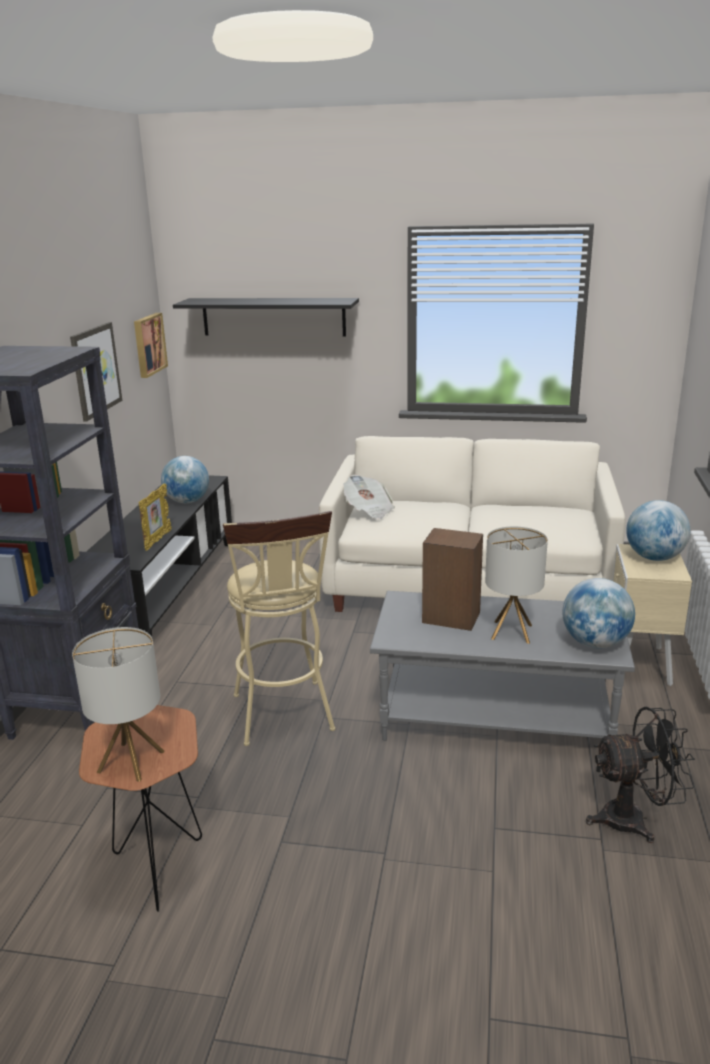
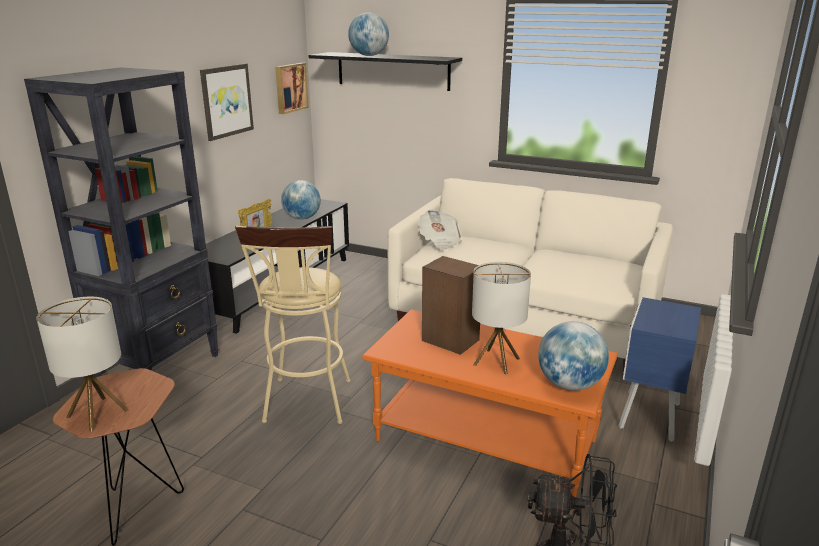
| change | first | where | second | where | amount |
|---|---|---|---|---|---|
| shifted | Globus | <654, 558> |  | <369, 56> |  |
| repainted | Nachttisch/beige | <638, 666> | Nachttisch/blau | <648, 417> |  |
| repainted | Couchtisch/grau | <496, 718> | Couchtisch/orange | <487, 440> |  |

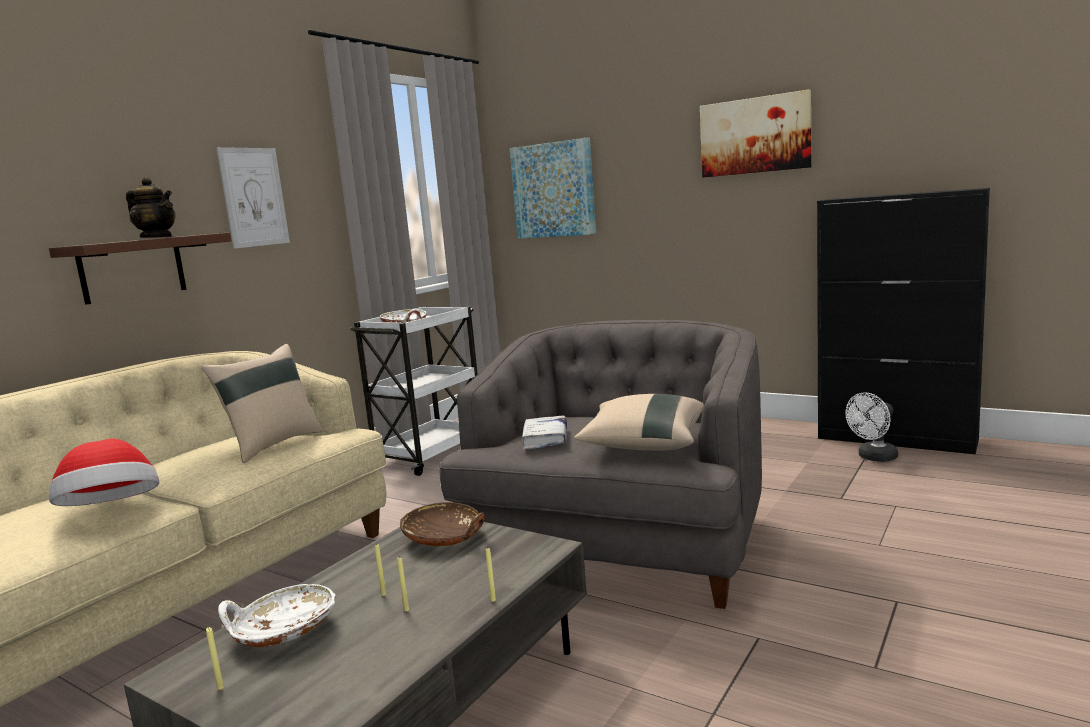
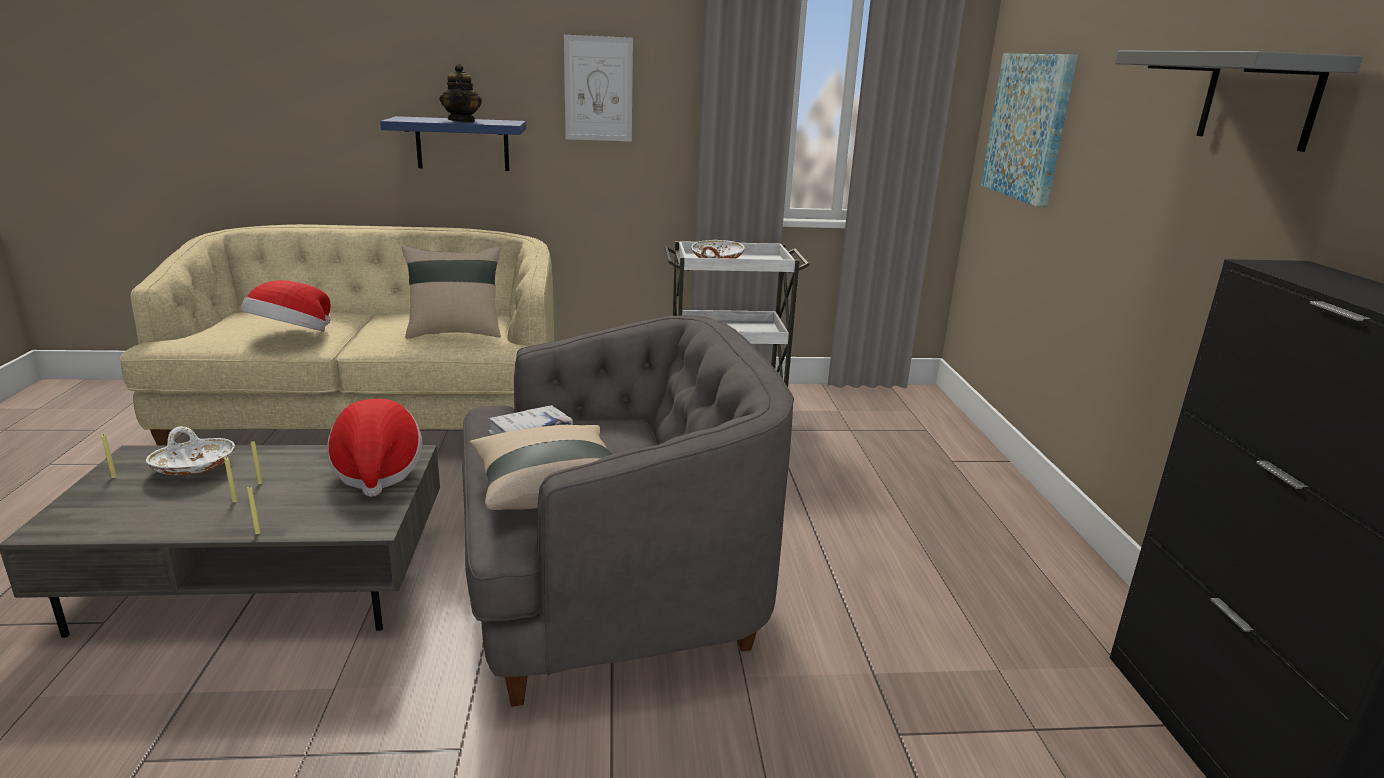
| change | first | where | second | where | amount |
|---|---|---|---|---|---|
| swapped | Bild | <755, 135> | Wandregal/grau | <1259, 99> |  |
| repainted | Wandregal/braun | <132, 269> | Wandregal/blau | <462, 144> |  |
| gone | Ventilator/weiß | <874, 458> |  |  |  |
| swapped | Schüssel/braun | <445, 537> | Hut | <377, 471> |  |

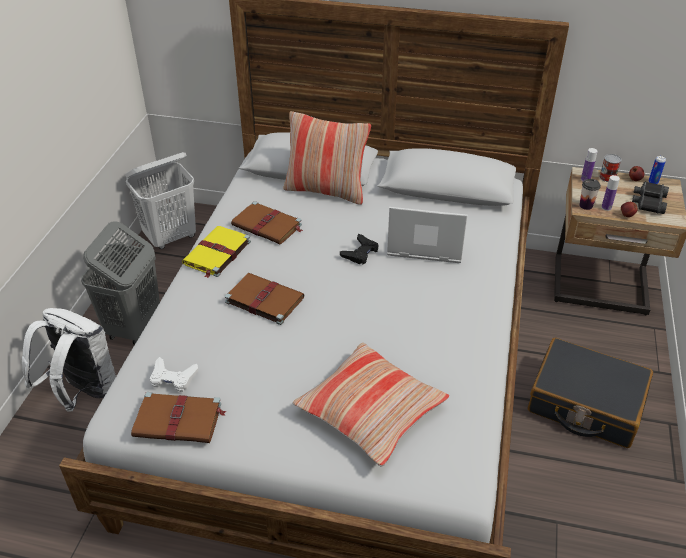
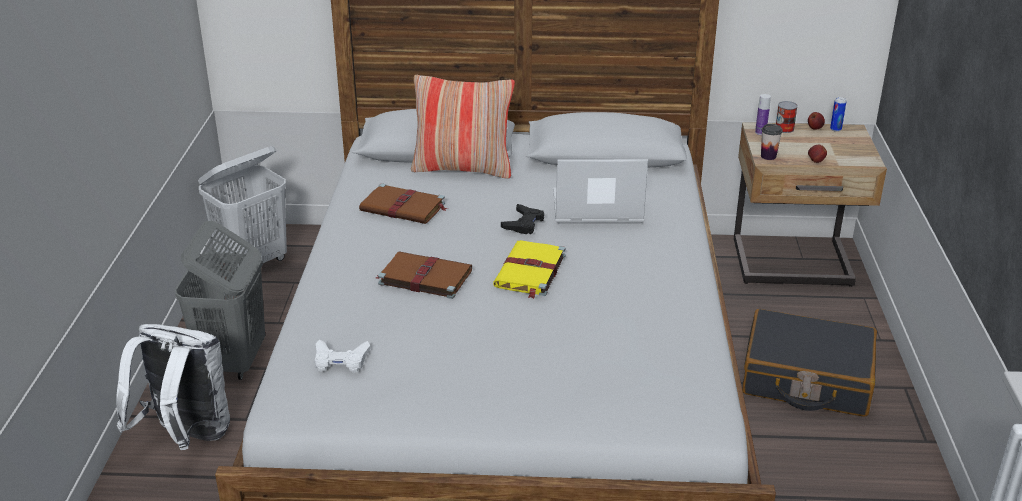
| change | first | where | second | where | amount |
|---|---|---|---|---|---|
| gone | Flasche | <606, 207> |  |  |  |
| gone | Fernglas/schwarz | <648, 202> |  |  |  |
| shifted | Buch/gelb | <216, 253> |  | <530, 272> |  |
| gone | Kissen | <370, 411> |  |  |  |
| gone | Buch/braun | <179, 420> |  |  |  |

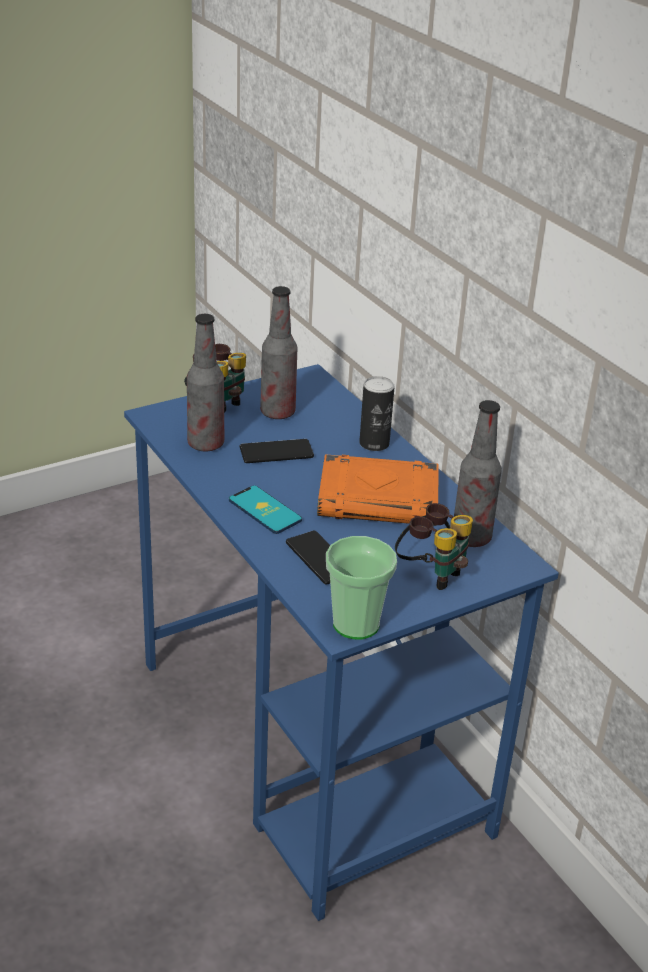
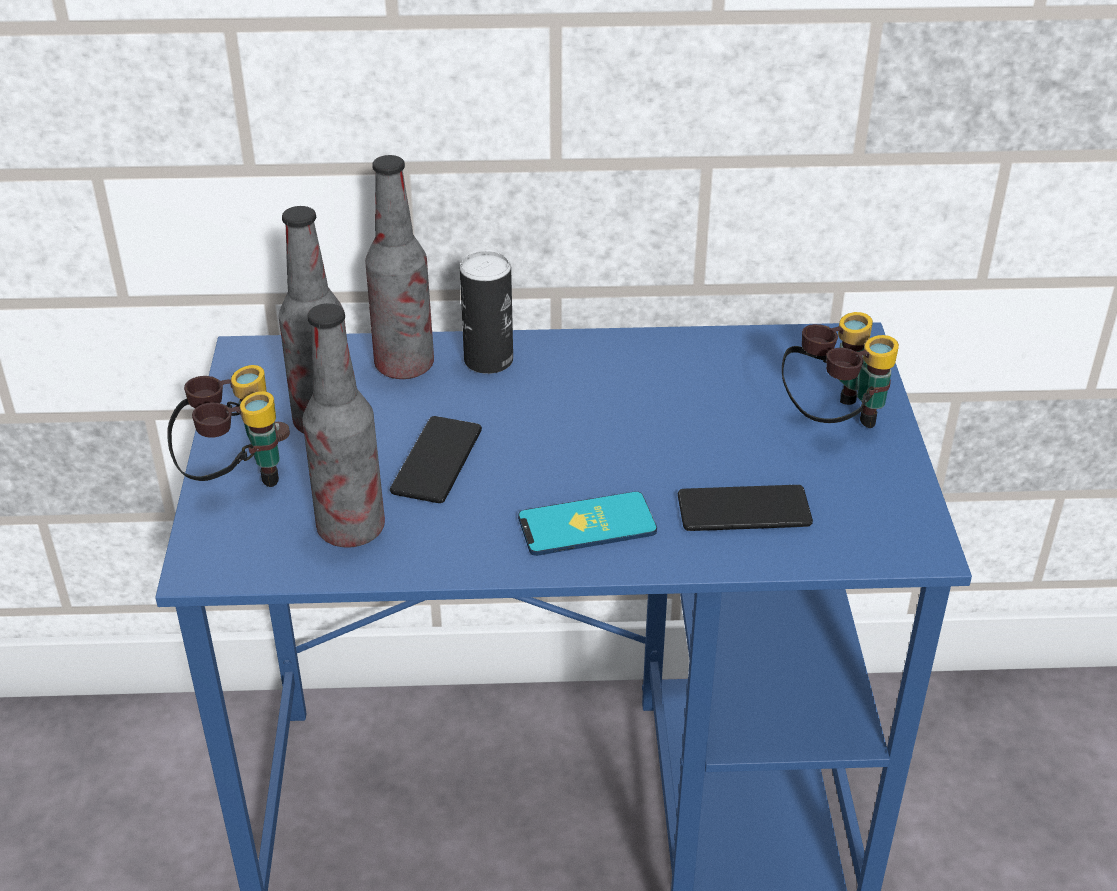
| change | first | where | second | where | amount |
|---|---|---|---|---|---|
| shifted | Flasche | <471, 538> |  | <404, 366> |  |
| gone | Buch/orange | <379, 499> |  |  |  |
| gone | Tasse | <356, 624> |  |  |  |

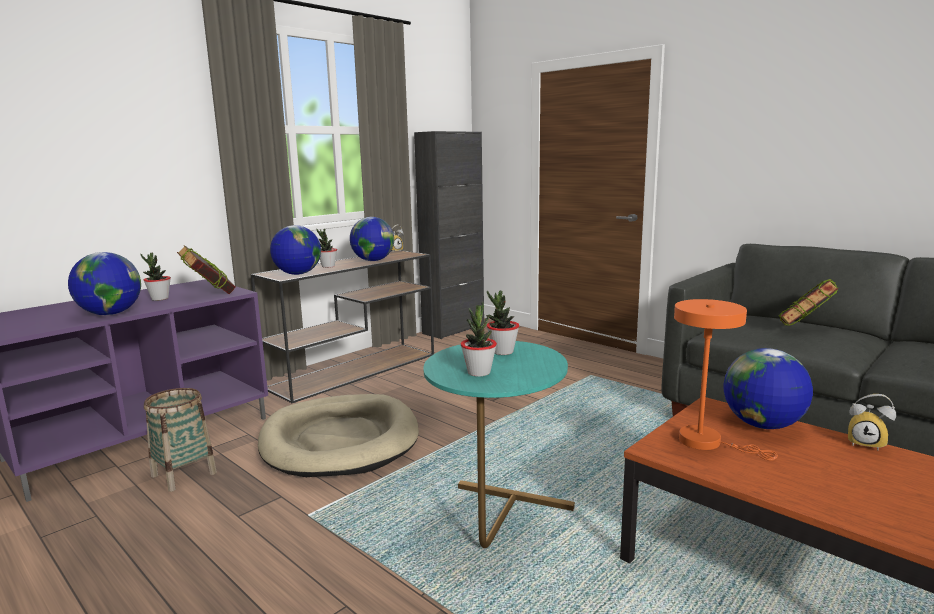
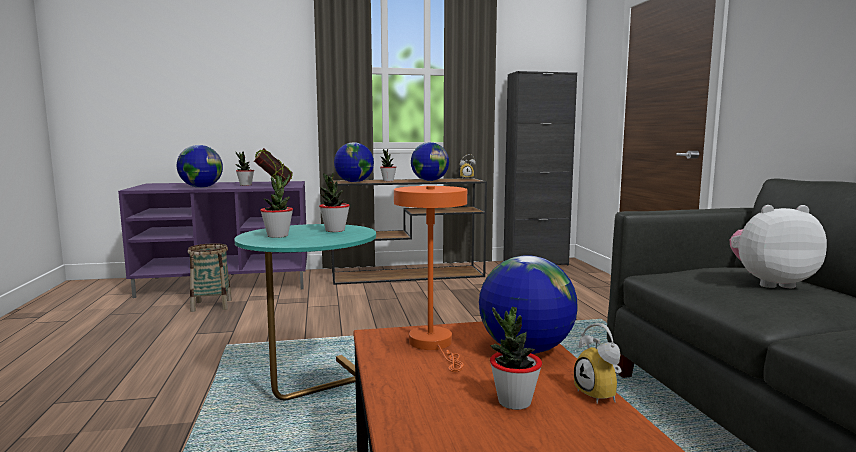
| change | first | where | second | where | amount |
|---|---|---|---|---|---|
| swapped | Buch | <804, 329> | Plüschtier | <770, 283> |  |
| gone | Hundebett/beige | <340, 440> |  |  |  |
| new |  |  | Topfpflanze | <514, 402> |  |

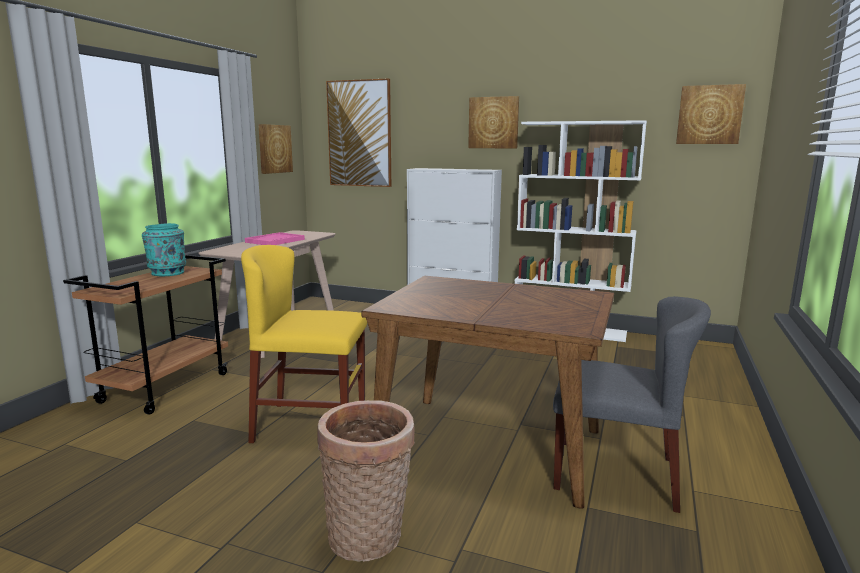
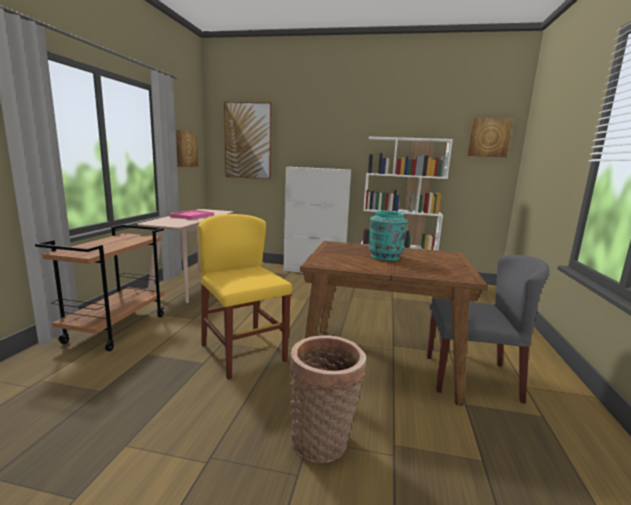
| change | first | where | second | where | amount |
|---|---|---|---|---|---|
| gone | Bild | <493, 123> |  |  |  |
| shifted | Vase/türkis | <167, 273> |  | <385, 257> |  |
| rotated | Stuhl/gelb | <311, 424> |  | <243, 353> | 60 degrees clockwise |

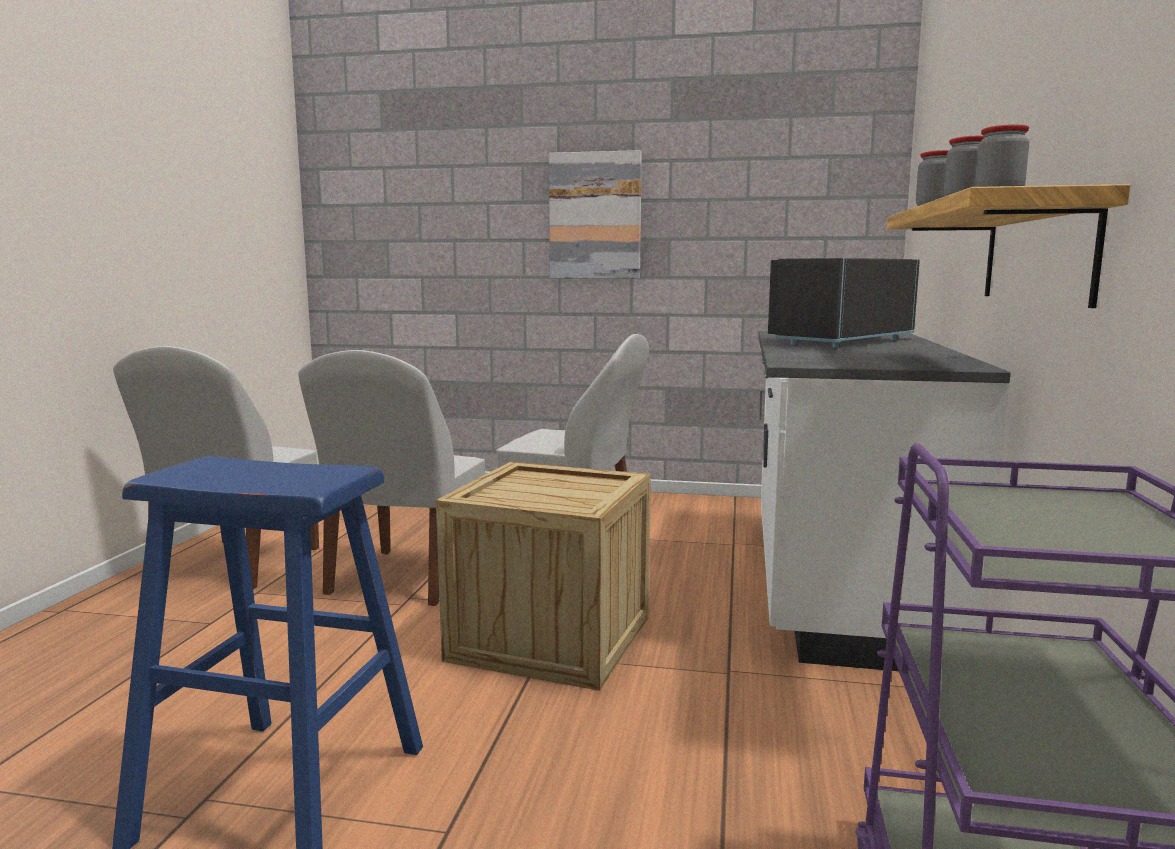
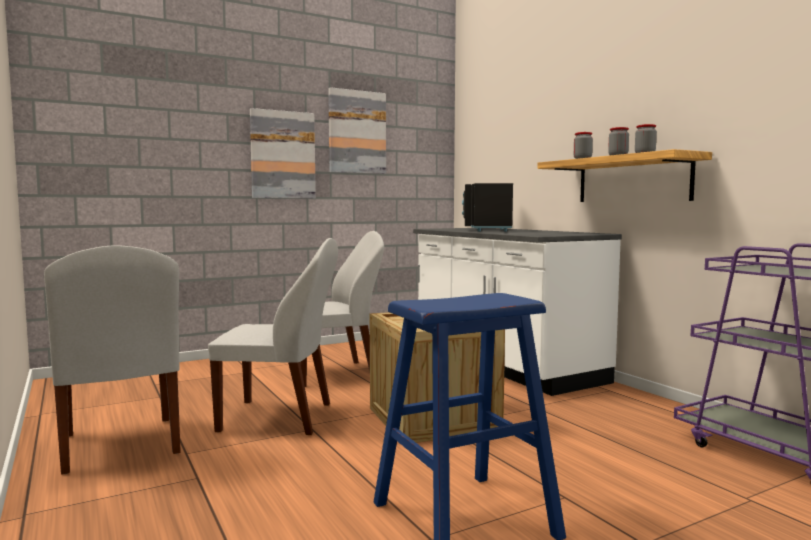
| change | first | where | second | where | amount |
|---|---|---|---|---|---|
| rotated | Stuhl/weiß | <404, 579> |  | <280, 418> | 60 degrees counterclockwise |
| new |  |  | Bild | <357, 132> |  |

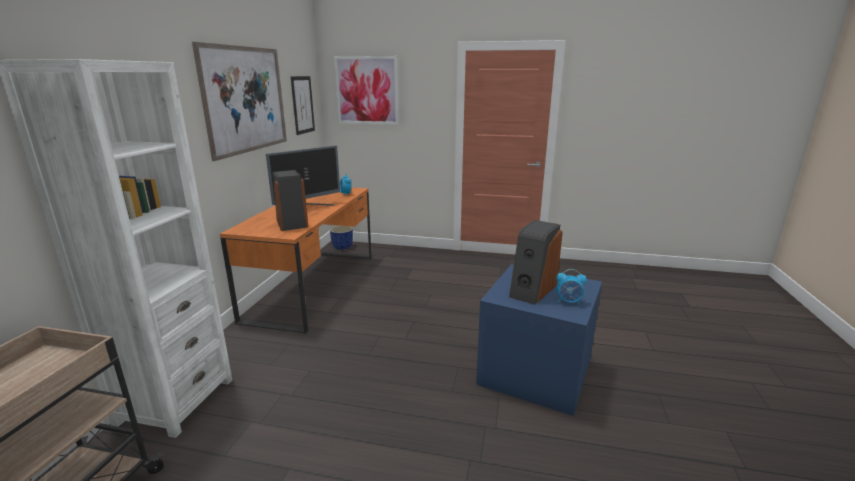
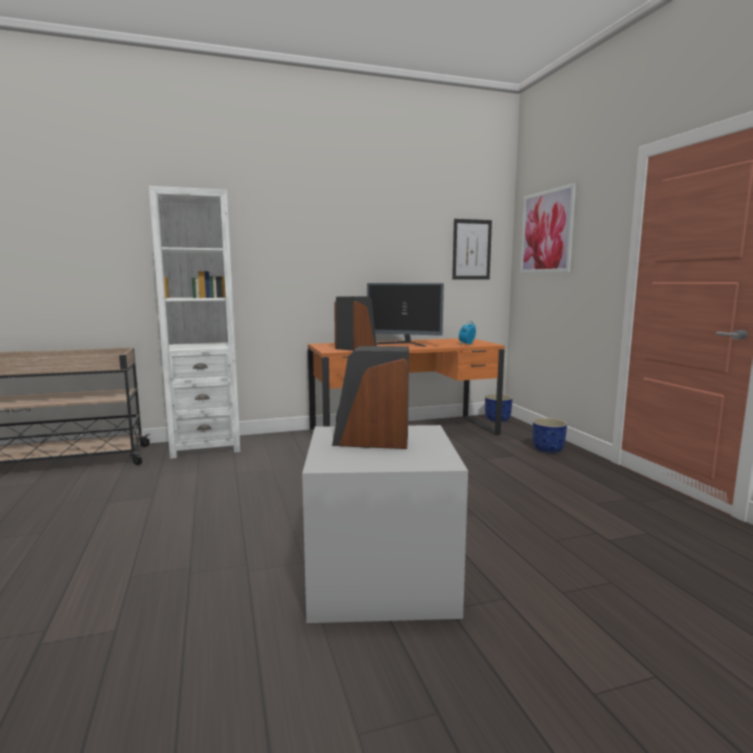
| change | first | where | second | where | amount |
|---|---|---|---|---|---|
| gone | Bild | <246, 100> |  |  |  |
| repainted | Aufbewahrungsbox/blau | <537, 371> | Aufbewahrungsbox/grau | <383, 577> |  |
| gone | Wecker | <568, 302> |  |  |  |
| new |  |  | Pflanzkübel/blau | <548, 449> |  |

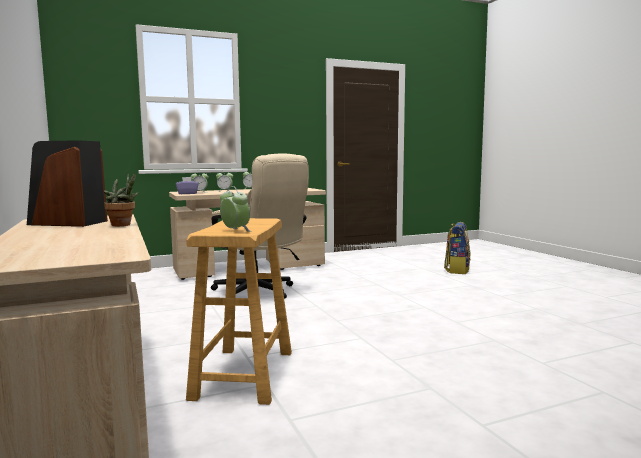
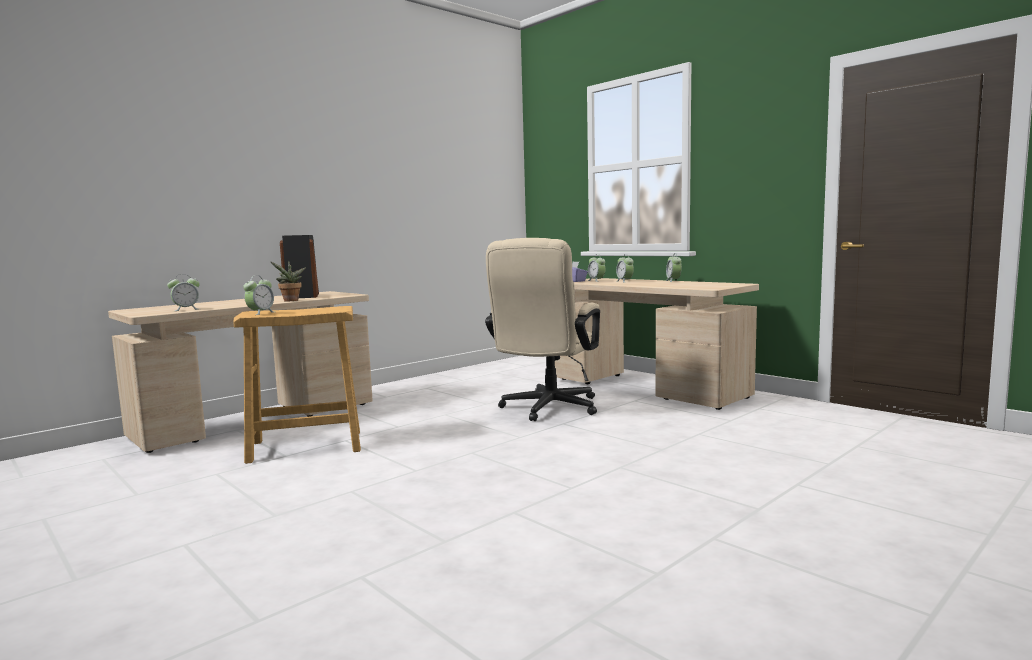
| change | first | where | second | where | amount |
|---|---|---|---|---|---|
| gone | Rucksack | <457, 270> |  |  |  |
| new |  |  | Wecker | <186, 309> |  |

